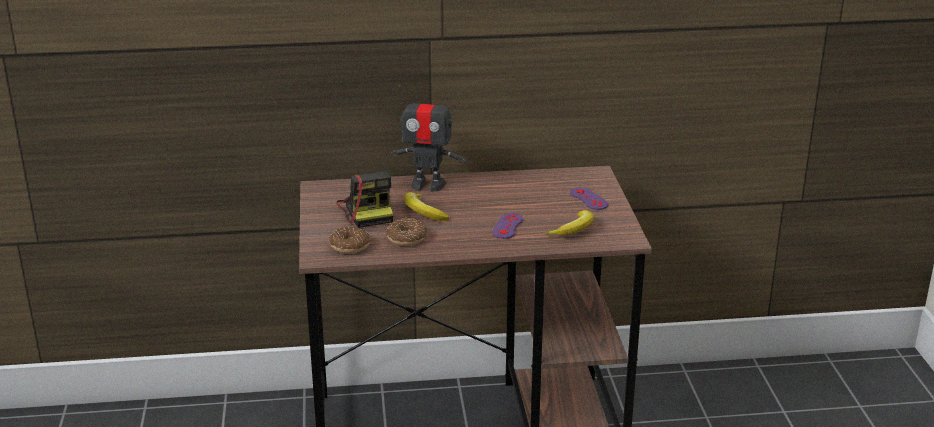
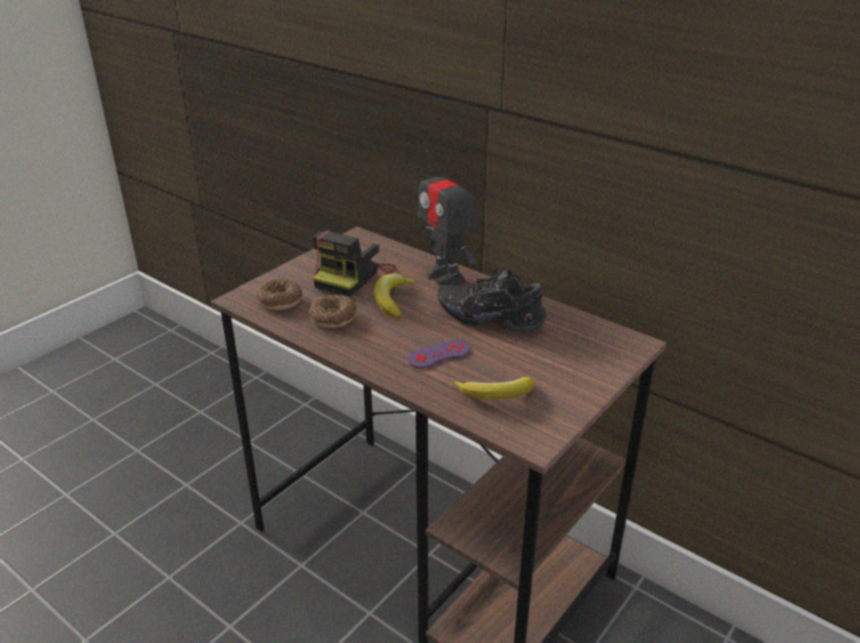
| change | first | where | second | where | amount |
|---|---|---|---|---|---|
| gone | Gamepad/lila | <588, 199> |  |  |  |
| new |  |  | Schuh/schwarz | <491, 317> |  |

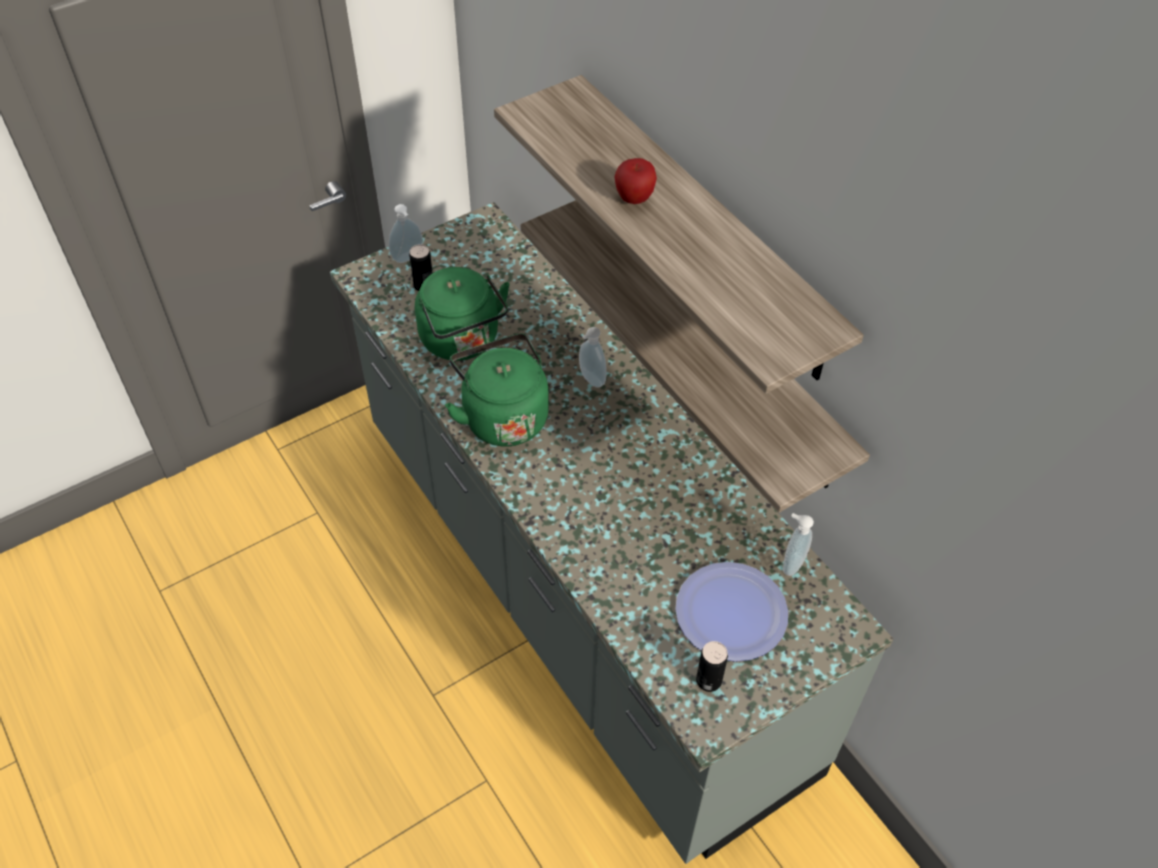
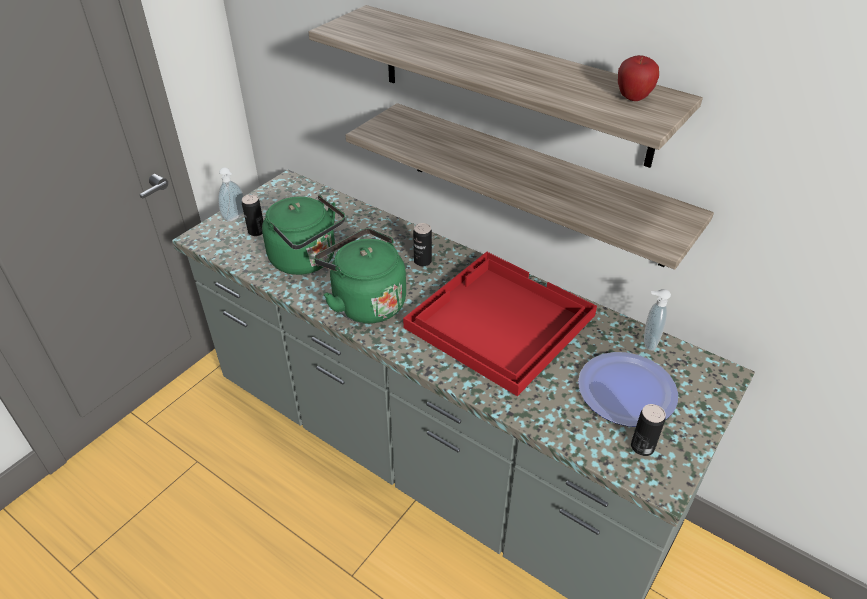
| change | first | where | second | where | amount |
|---|---|---|---|---|---|
| shifted | Apfel | <634, 199> |  | <633, 98> |  |
| swapped | Seifenspender | <590, 380> | Dose | <422, 261> |  |
| new |  |  | Tablett/rot | <498, 322> |  |

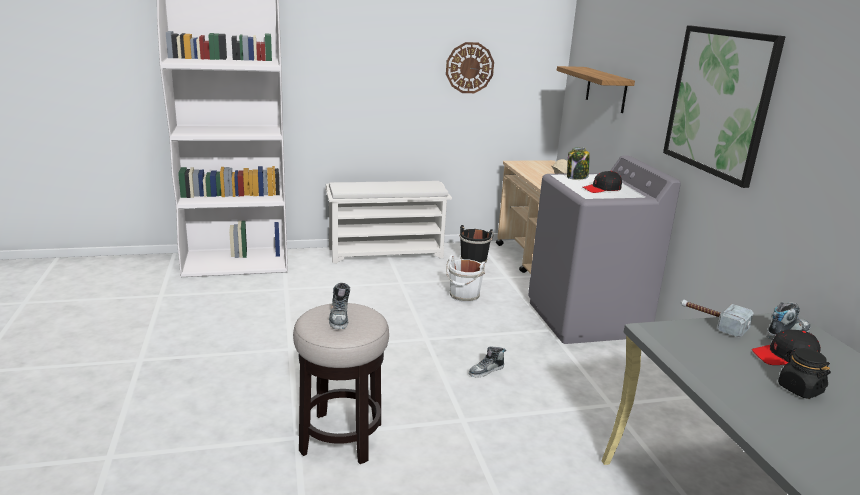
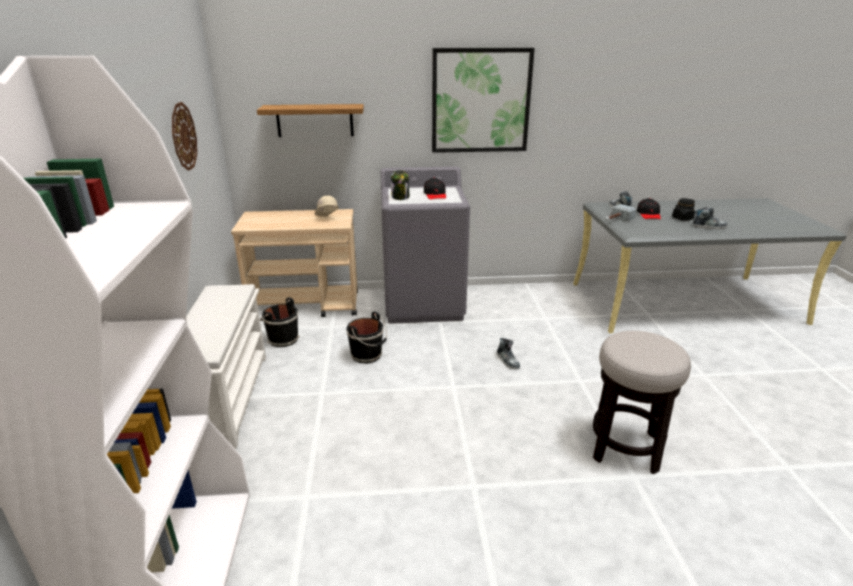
| change | first | where | second | where | amount |
|---|---|---|---|---|---|
| repainted | Eimer/weiß | <464, 296> | Eimer/schwarz | <368, 355> |  |
| shifted | Schuh | <339, 317> |  | <709, 227> |  |

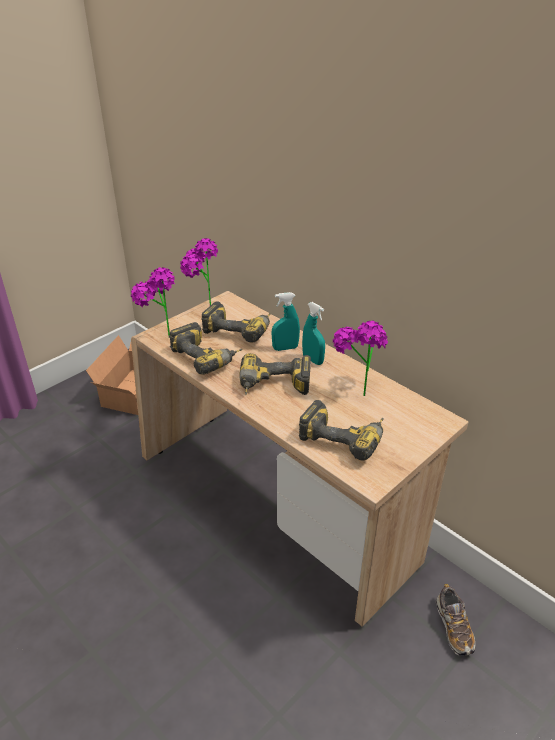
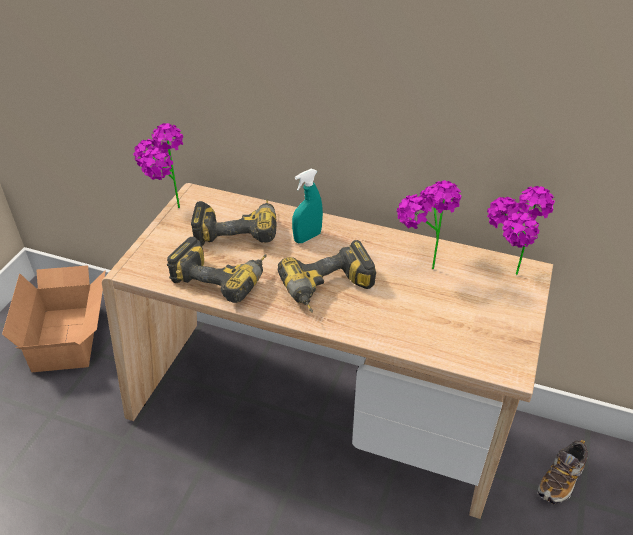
| change | first | where | second | where | amount |
|---|---|---|---|---|---|
| shifted | Topfpflanze | <159, 336> |  | <504, 276> |  |
| gone | Sprühflasche/türkis | <313, 360> |  |  |  |
| gone | Bohrmaschine | <344, 436> |  |  |  |
| rotated | Schuh | <453, 627> |  | <561, 479> | 75 degrees clockwise |

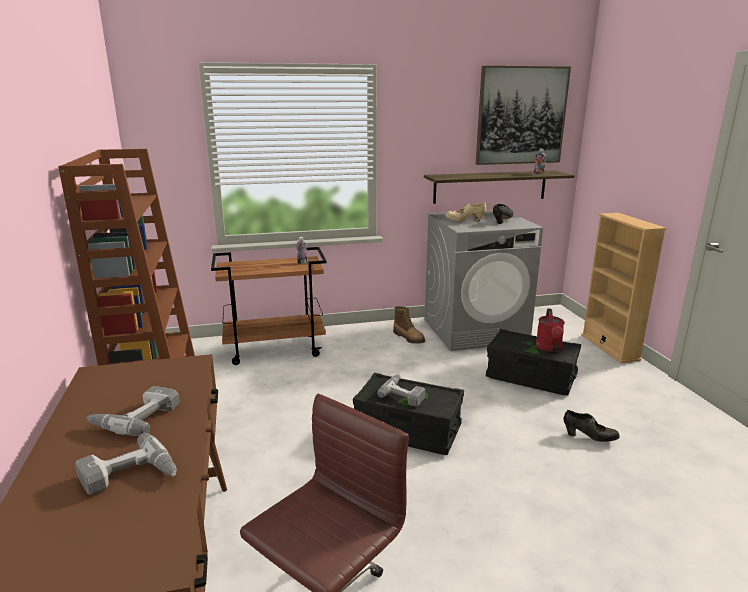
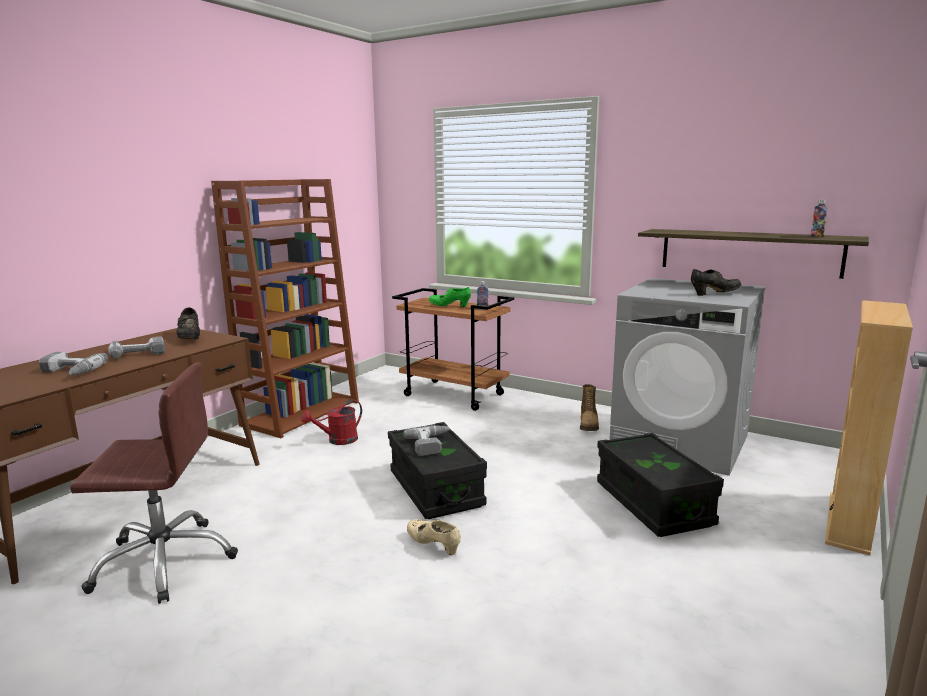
| change | first | where | second | where | amount |
|---|---|---|---|---|---|
| gone | Bild | <521, 116> |  |  |  |
| shifted | Schuh/beige | <465, 221> |  | <433, 545> |  |
| shifted | Gießkanne/rot | <549, 348> |  | <337, 441> |  |
| shifted | Schuh/schwarz | <589, 437> |  | <190, 338> |  |
| new |  |  | Schuh/grün | <449, 306> |  |

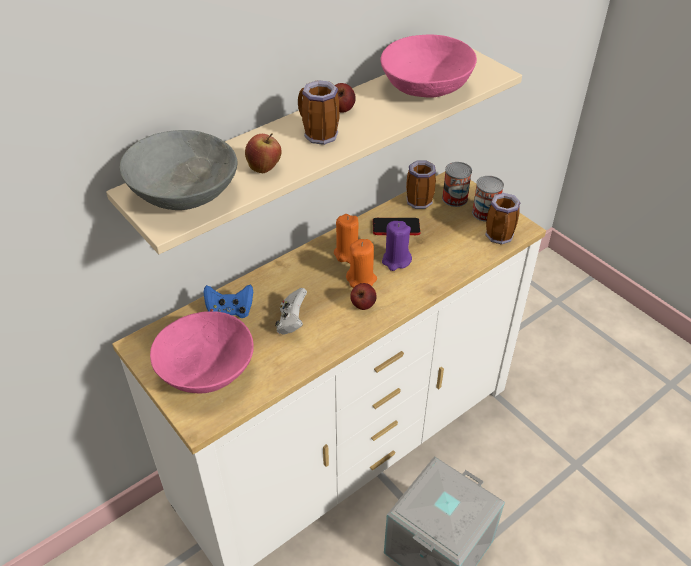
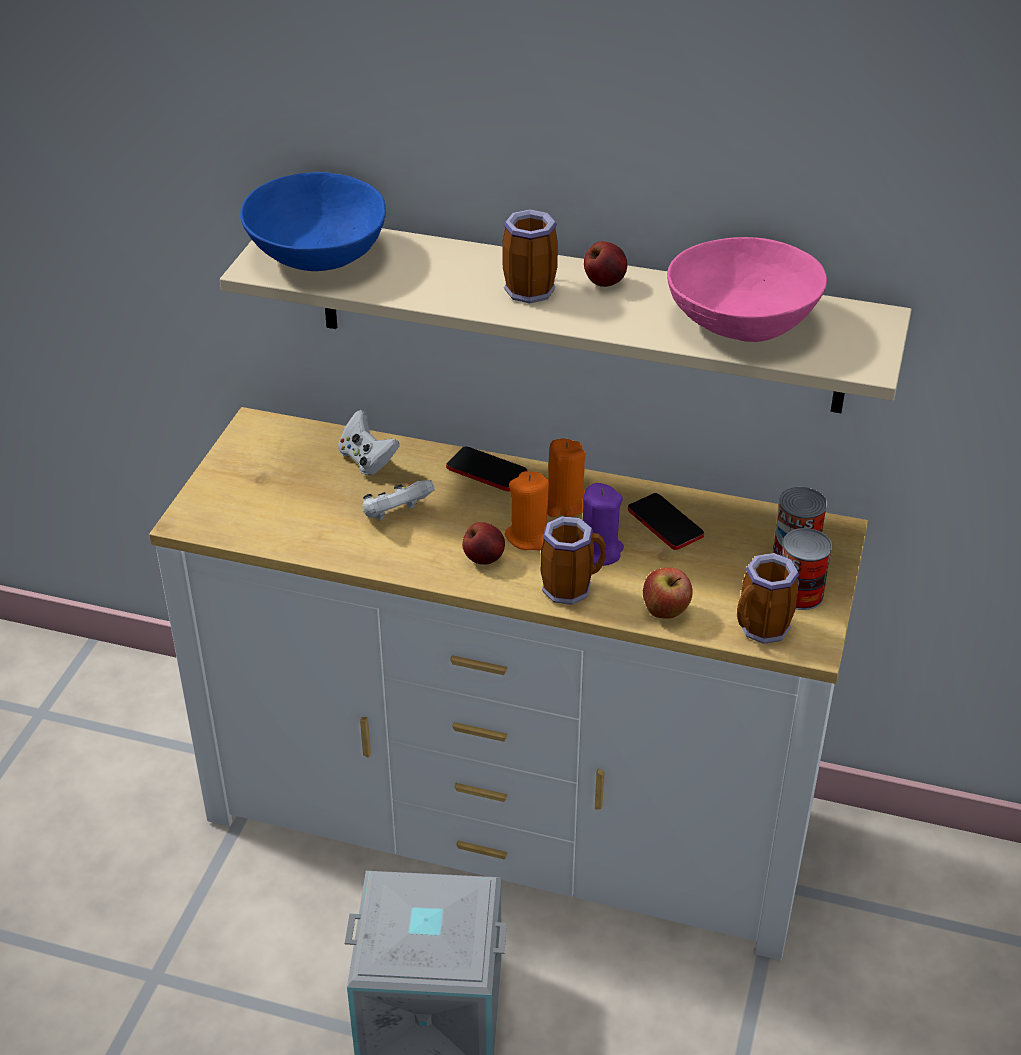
| change | first | where | second | where | amount |
|---|---|---|---|---|---|
| repainted | Schüssel/grau | <183, 194> | Schüssel/blau | <316, 255> |  |
| shifted | Apfel | <265, 168> |  | <665, 612> |  |
| shifted | Henkelbecher | <419, 199> |  | <570, 587> |  |
| repainted | Gamepad/blau | <230, 311> | Gamepad/weiß | <367, 460> |  |
| gone | Schüssel/rosa | <207, 371> |  |  |  |
| new |  |  | Handy | <486, 470> |  |

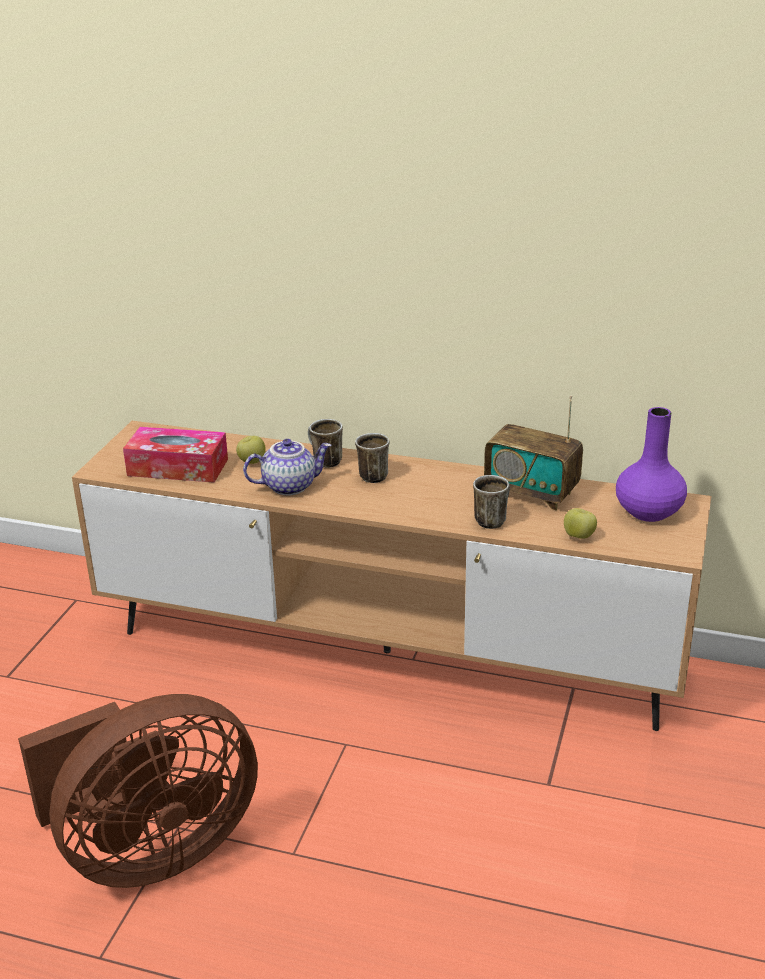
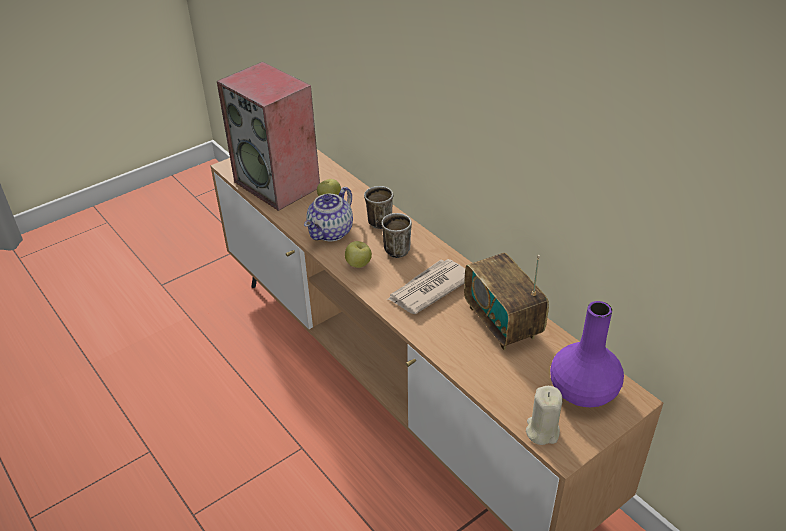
| change | first | where | second | where | amount |
|---|---|---|---|---|---|
| swapped | Taschentuchbox | <178, 467> | Lautsprecher | <278, 184> |  |
| rotated | Teekanne | <289, 486> |  | <331, 233> | 105 degrees clockwise |
| gone | Henkelbecher | <492, 519> |  |  |  |
| shifted | Apfel | <579, 536> |  | <358, 264> |  |
| gone | Ventilator/braun | <151, 852> |  |  |  |
| new |  |  | Zeitung | <429, 289> |  |
| new |  |  | Kerze/beige | <542, 431> |  |

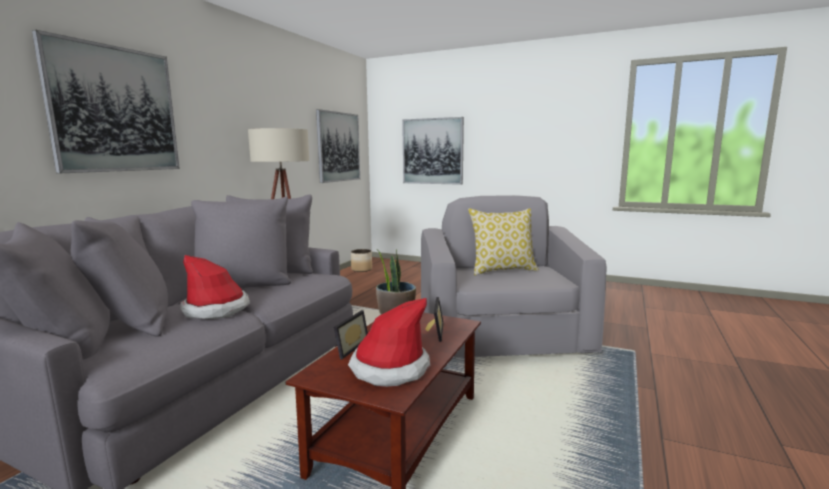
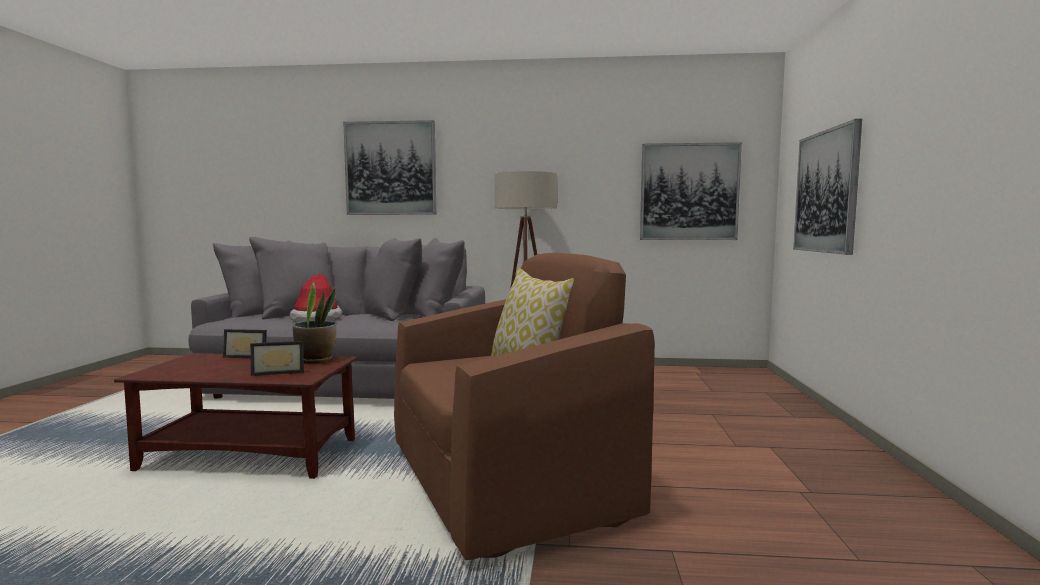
| change | first | where | second | where | amount |
|---|---|---|---|---|---|
| repainted | Sessel/grau | <503, 338> | Sessel/braun | <505, 482> |  |
| gone | Pflanzkübel | <361, 269> |  |  |  |
| gone | Hut | <390, 368> |  |  |  |

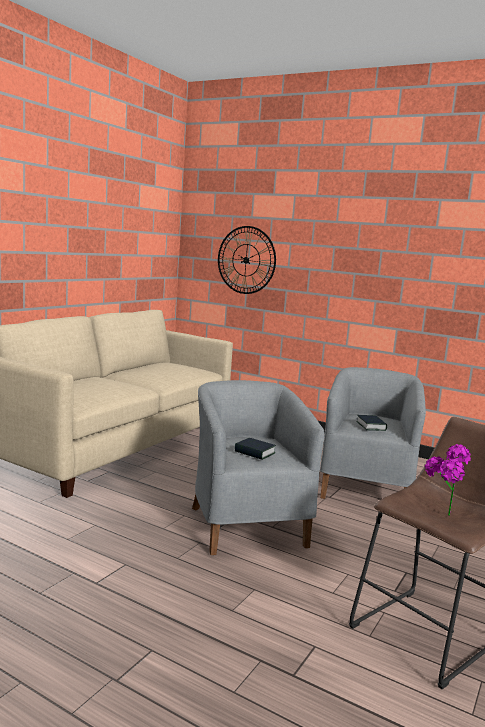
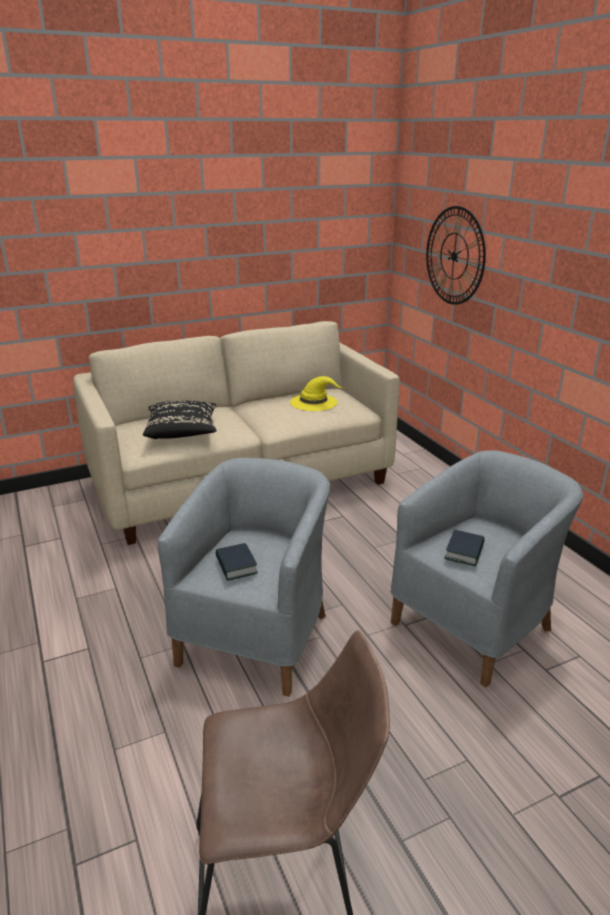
| change | first | where | second | where | amount |
|---|---|---|---|---|---|
| gone | Topfpflanze | <441, 516> |  |  |  |
| new |  |  | Hut/gelb | <314, 402> |  |
| new |  |  | Kissen/schwarz | <182, 432> |  |

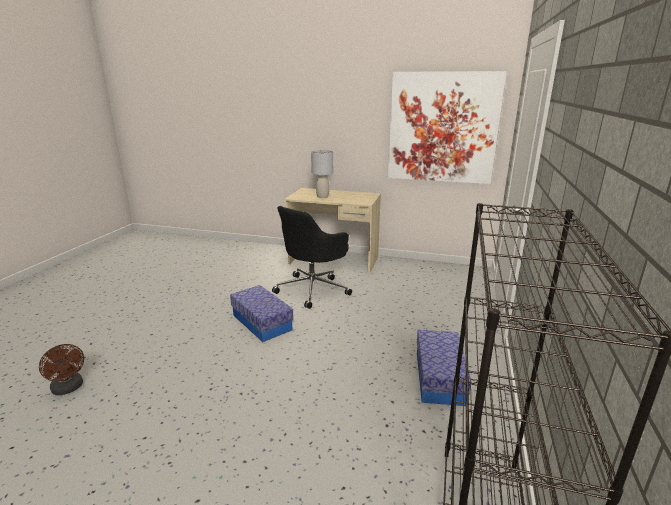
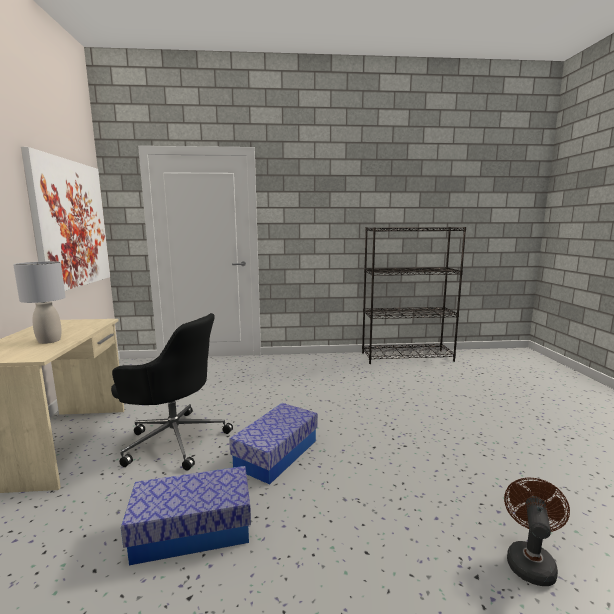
| change | first | where | second | where | amount |
|---|---|---|---|---|---|
| shifted | Aufbewahrungsbox | <439, 377> |  | <192, 530> |  |

